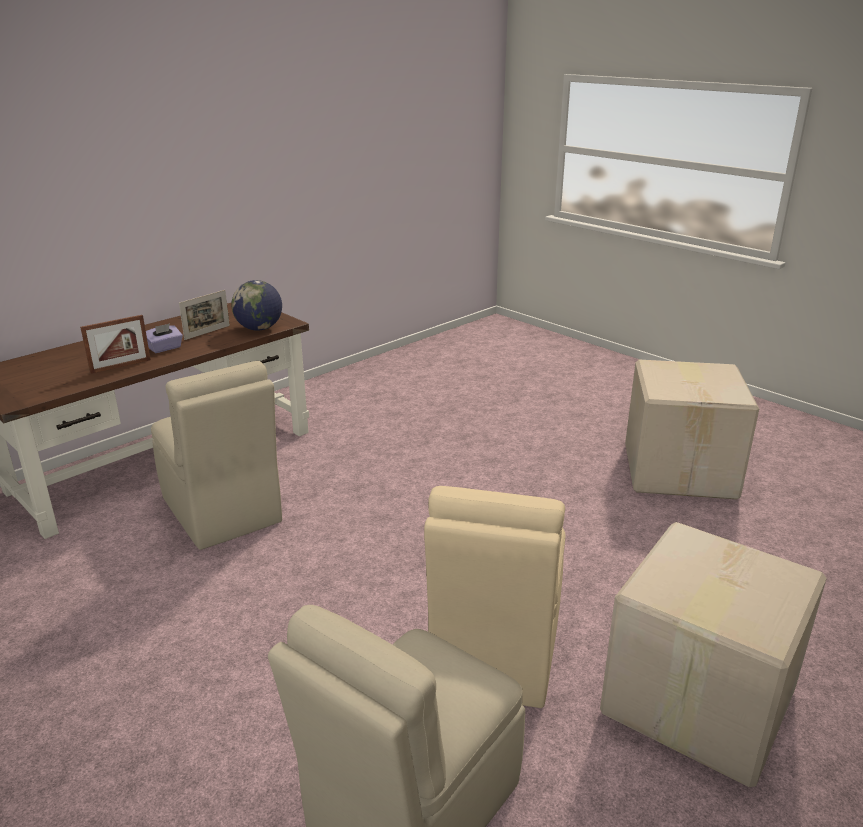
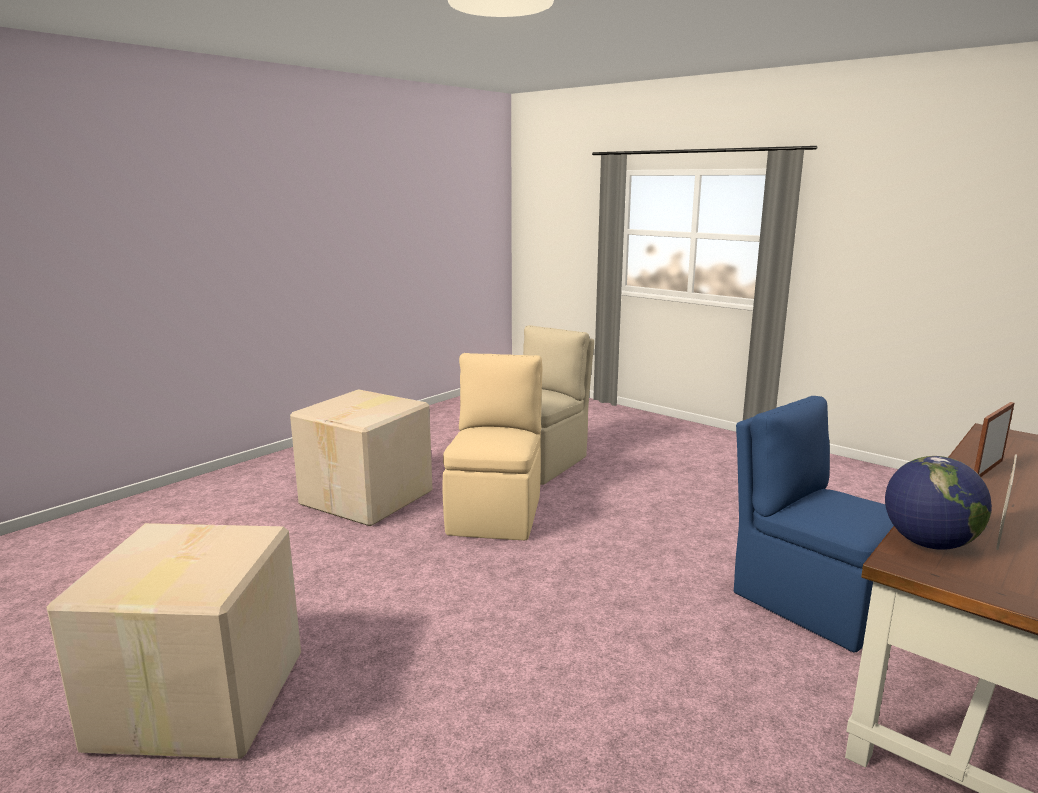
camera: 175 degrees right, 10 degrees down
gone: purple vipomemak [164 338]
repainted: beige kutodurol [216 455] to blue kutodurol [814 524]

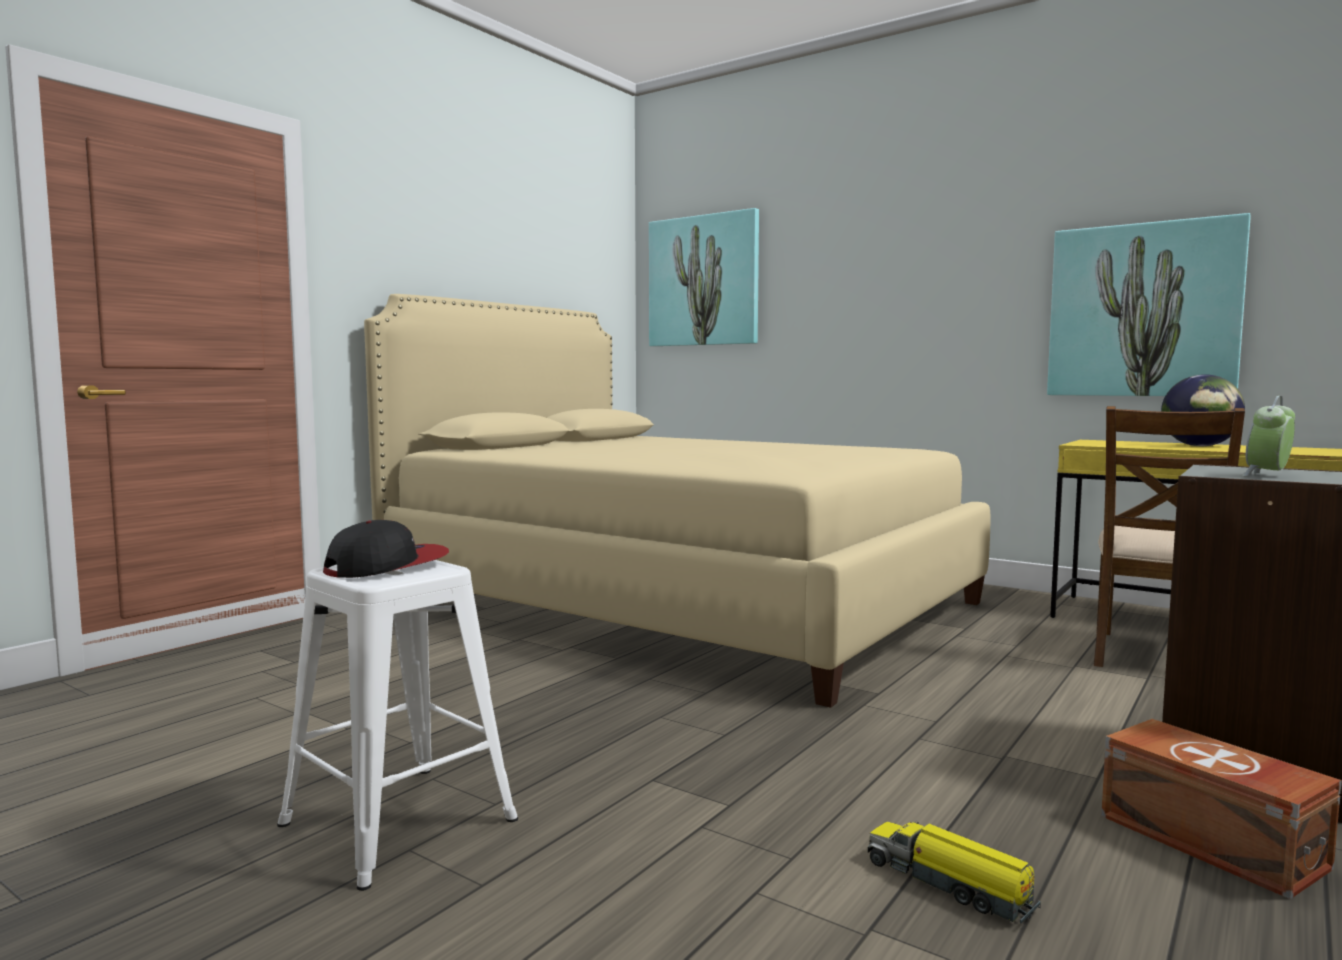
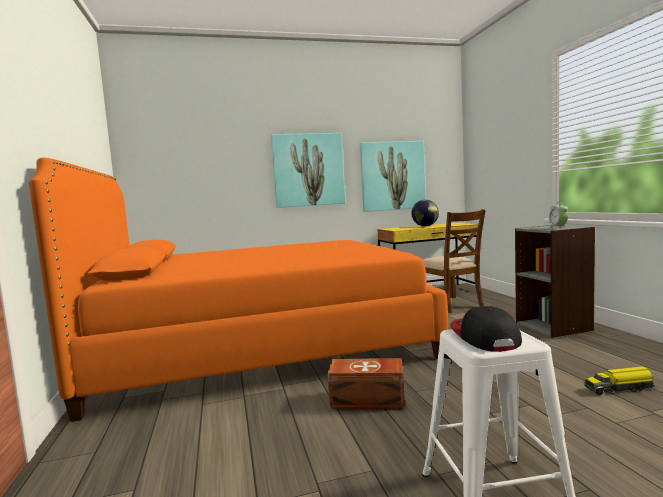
camera: 50 degrees left, 0 degrees up
shifted: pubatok [704 277] to [308 170]; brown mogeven [1221 809] to [366 383]
repainted: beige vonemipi [677 501] to orange vonemipi [238 290]

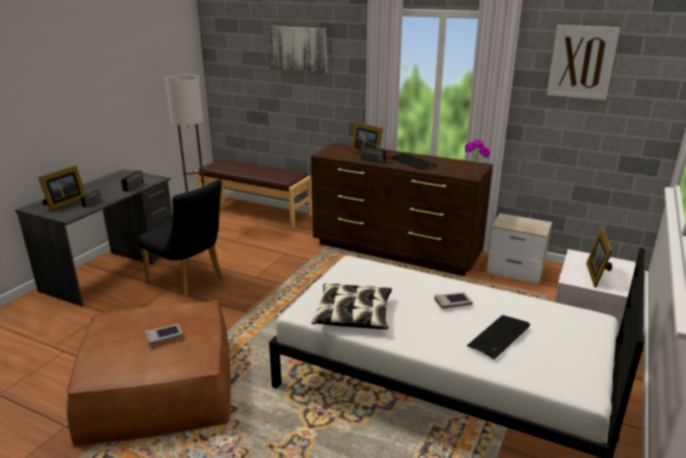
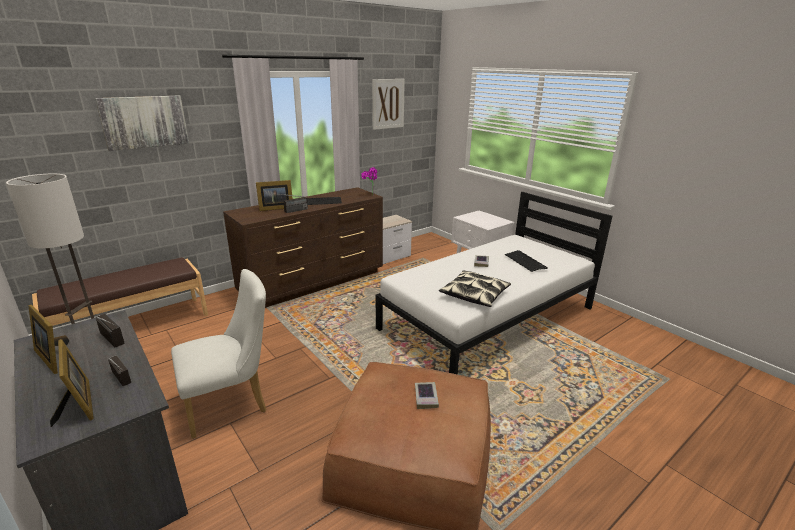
camera: 65 degrees left, 0 degrees up
shifted: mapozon [599 258] to [48 339]
repainted: black kutodurol [180 238] to white kutodurol [218 354]

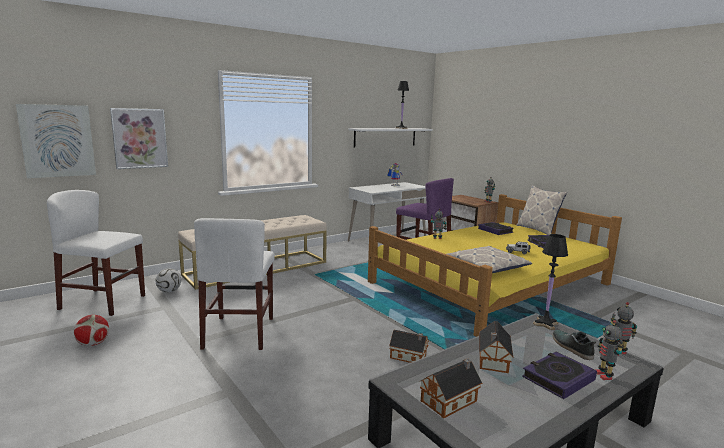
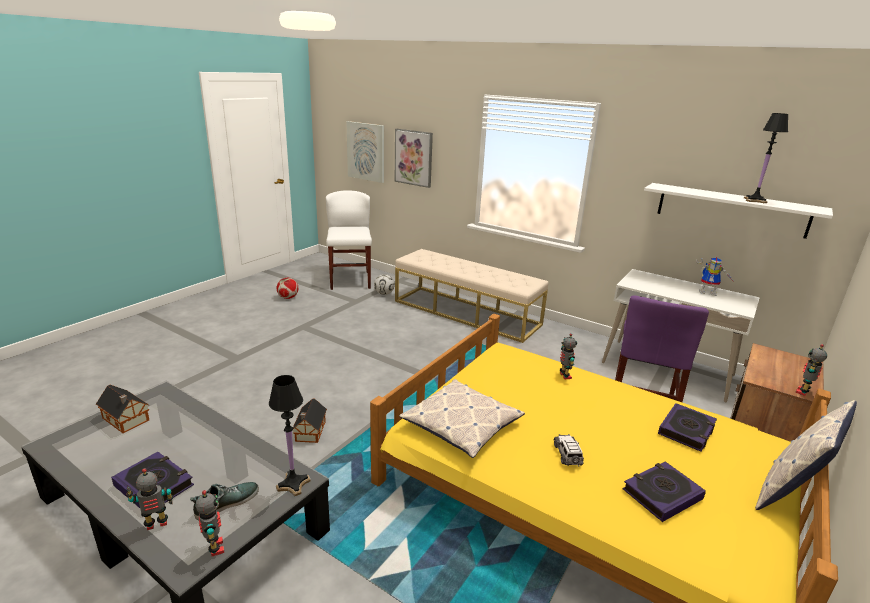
camera: 70 degrees right, 10 degrees up
gone: white kutodurol [234 284]; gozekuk [496 347]

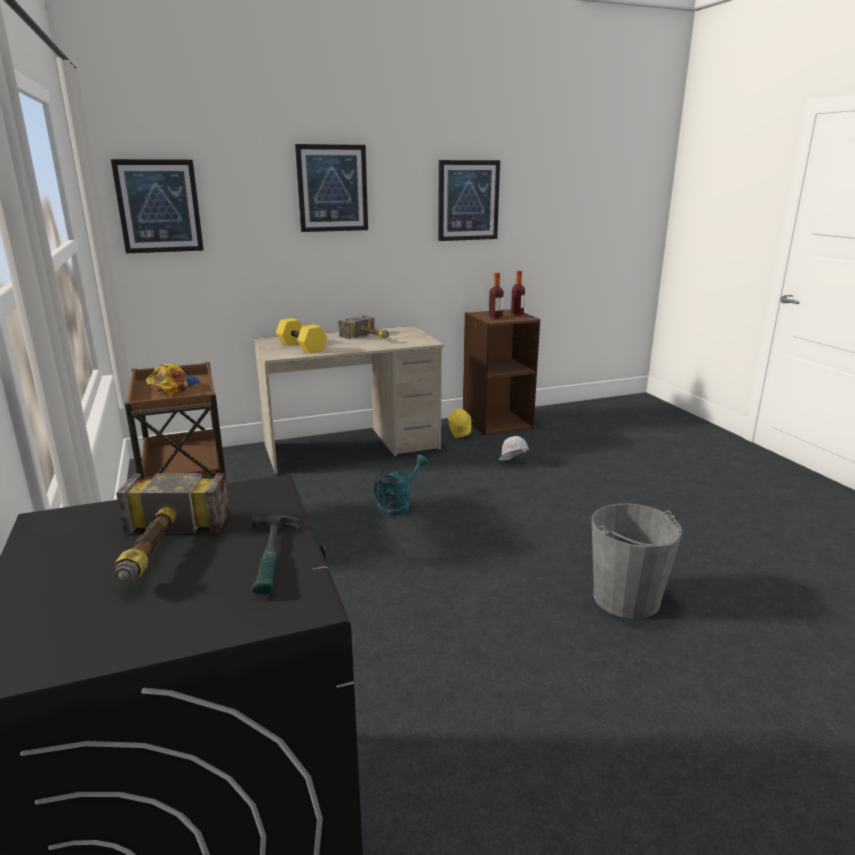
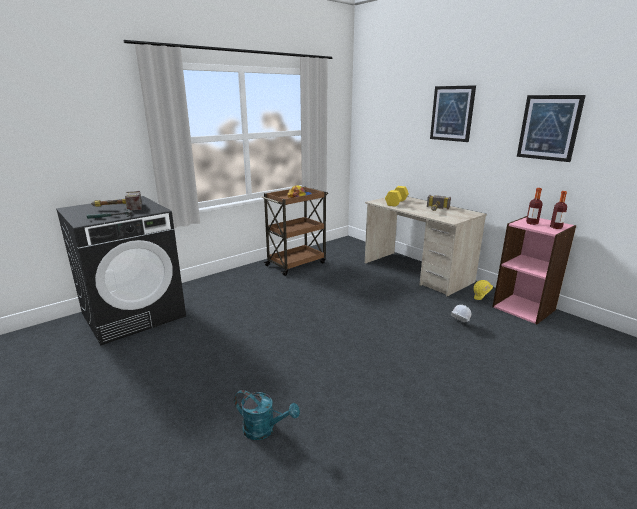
camera: 70 degrees right, 0 degrees up
gone: pubatok [157 206]; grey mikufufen [637 561]
shifted: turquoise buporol [401 485] to [267 415]
repainted: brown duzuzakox [501 372] to pink duzuzakox [534 270]

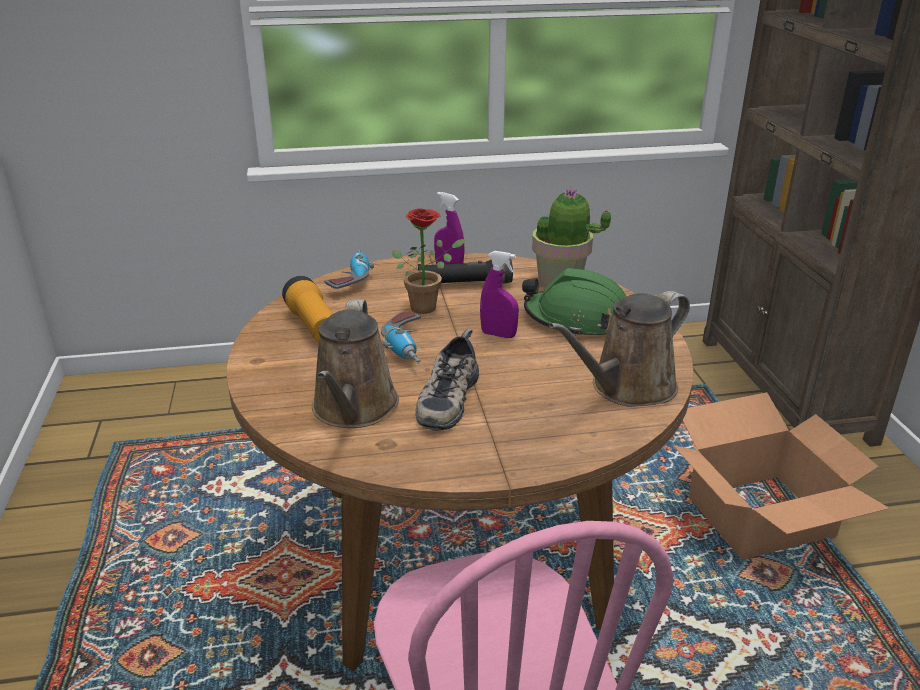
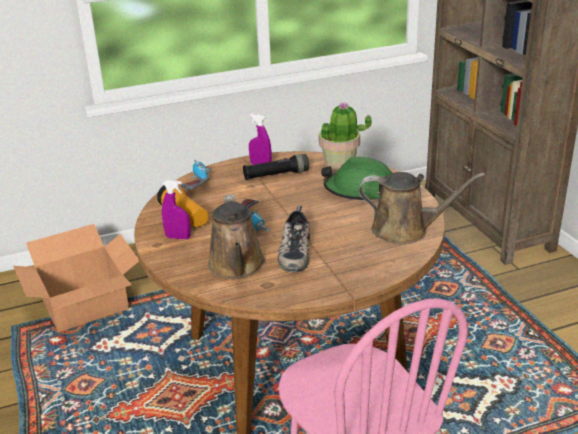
camera: 10 degrees left, 0 degrees up
gone: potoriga [429 261]
shifted: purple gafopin [499 294] to [176 209]; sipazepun [781 476] to [76 278]
rotated: brown buporol [619 349] = [421 208] 120 degrees counterclockwise

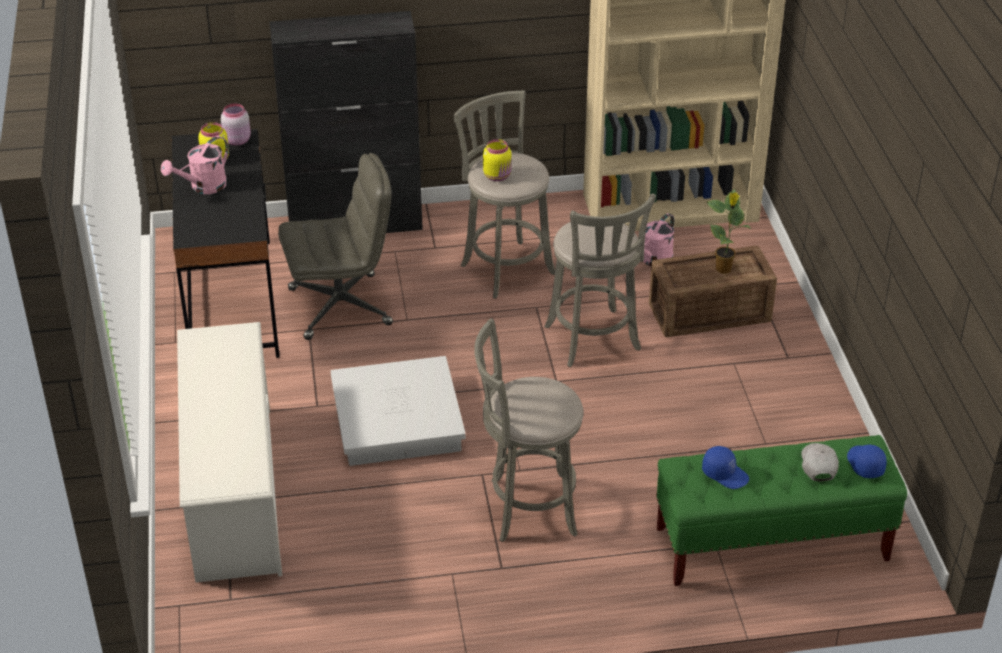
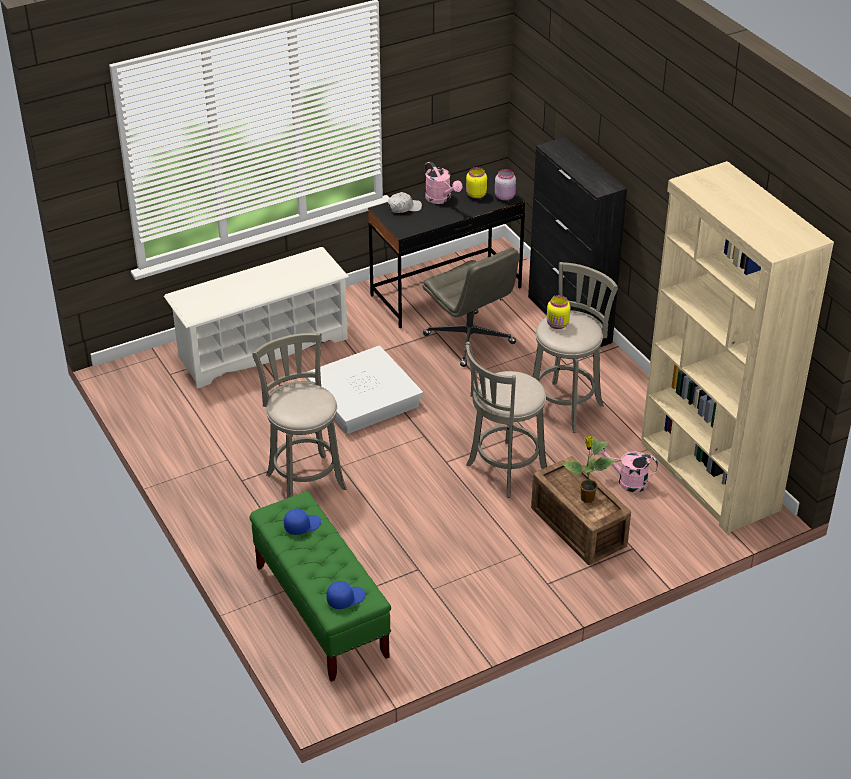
camera: 70 degrees right, 0 degrees up
shifted: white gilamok [820 462] to [404 202]
rotated: pink buporol [195 165] = [443 183] 150 degrees counterclockwise; blue gilamok [725 467] = [302 521] 135 degrees counterclockwise

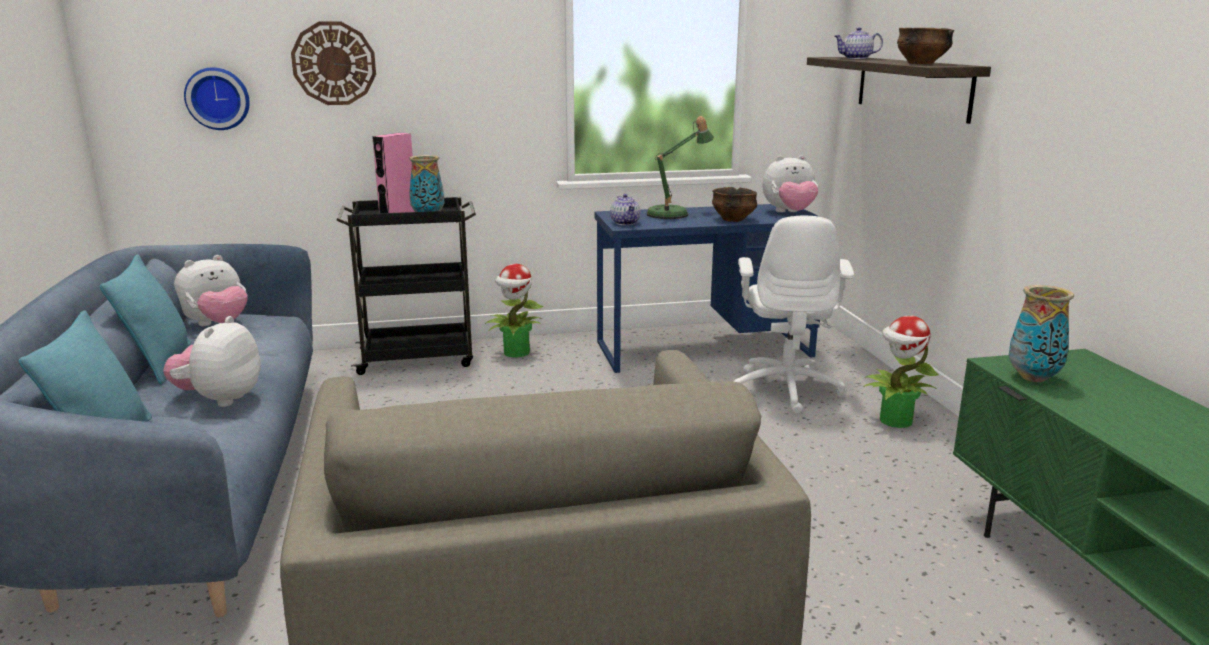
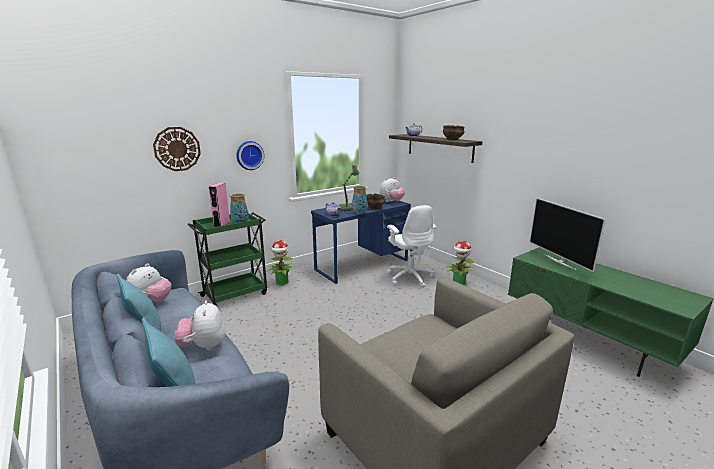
camera: 25 degrees left, 0 degrees up
new: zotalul [567 235]
shifted: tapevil [217 98] to [250 155]; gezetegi [1041 333] to [359 200]
repainted: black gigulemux [406 286] to green gigulemux [227 259]

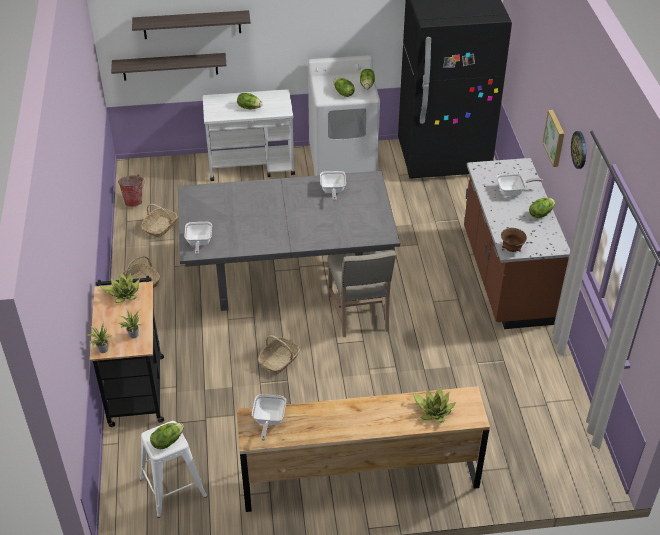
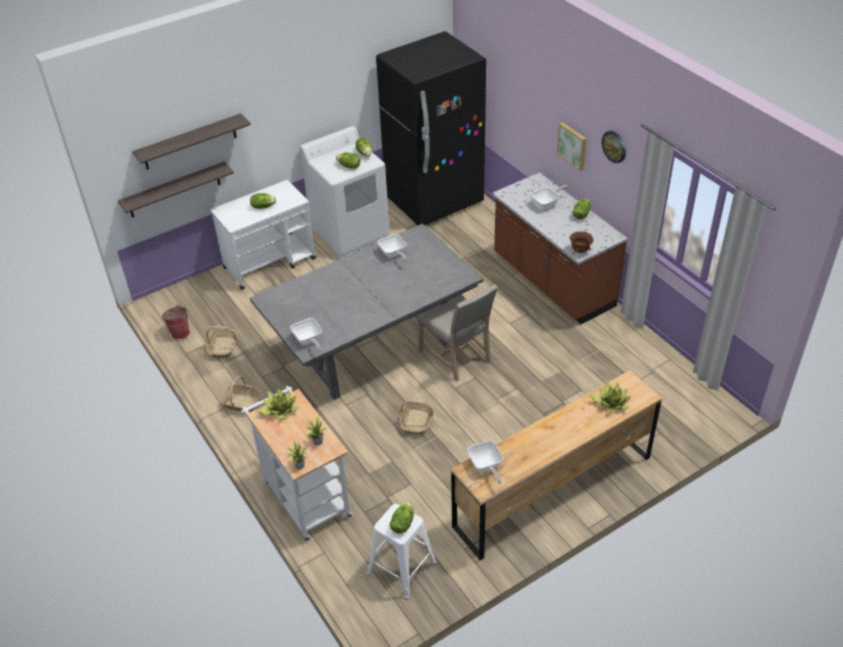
camera: 25 degrees left, 0 degrees up
repainted: black gigulemux [127 351] to white gigulemux [297 464]

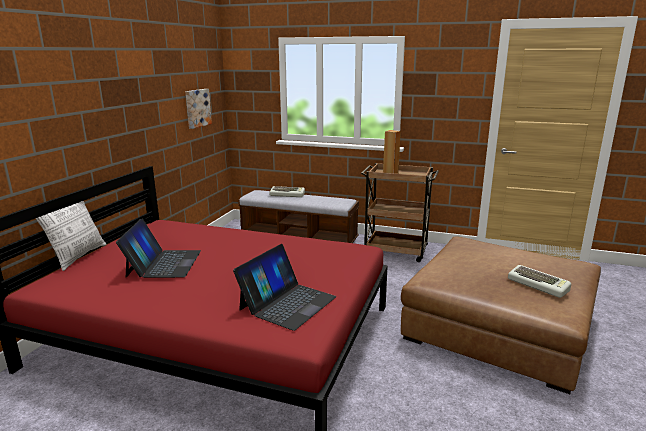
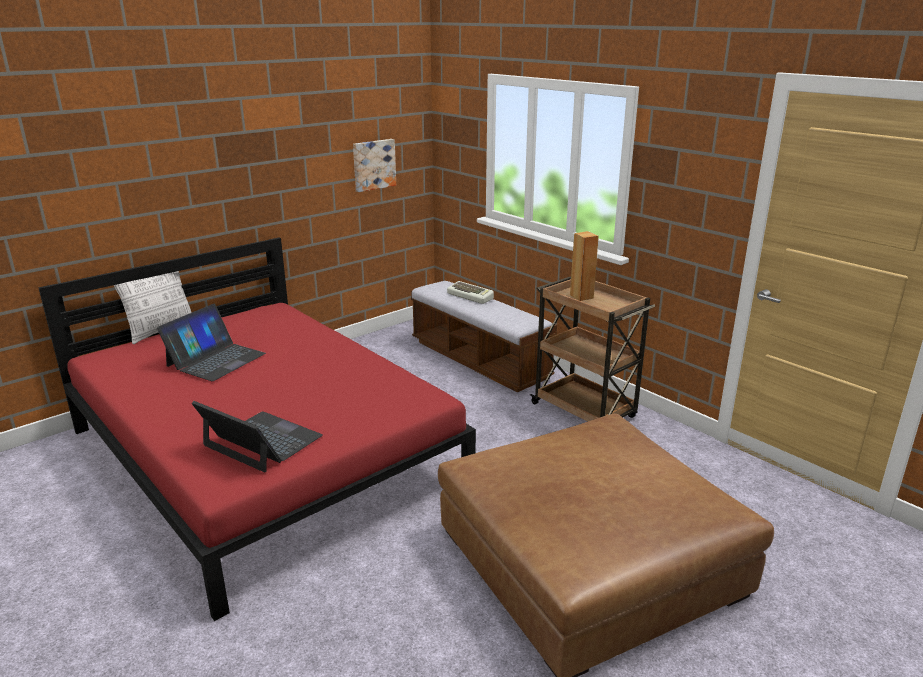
camera: 30 degrees right, 5 degrees up
gone: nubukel [539 281]
rotated: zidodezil [284 287] = [257 437] 120 degrees counterclockwise

